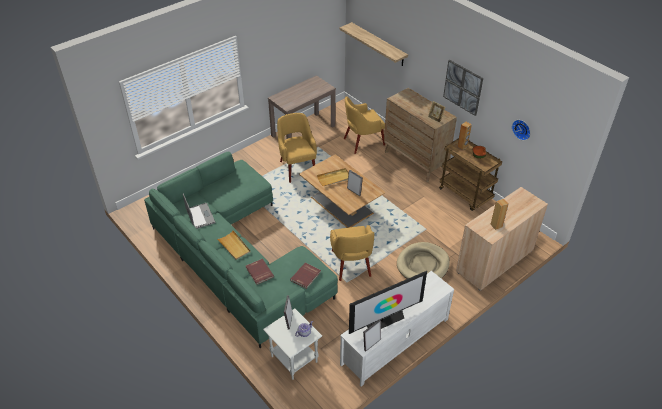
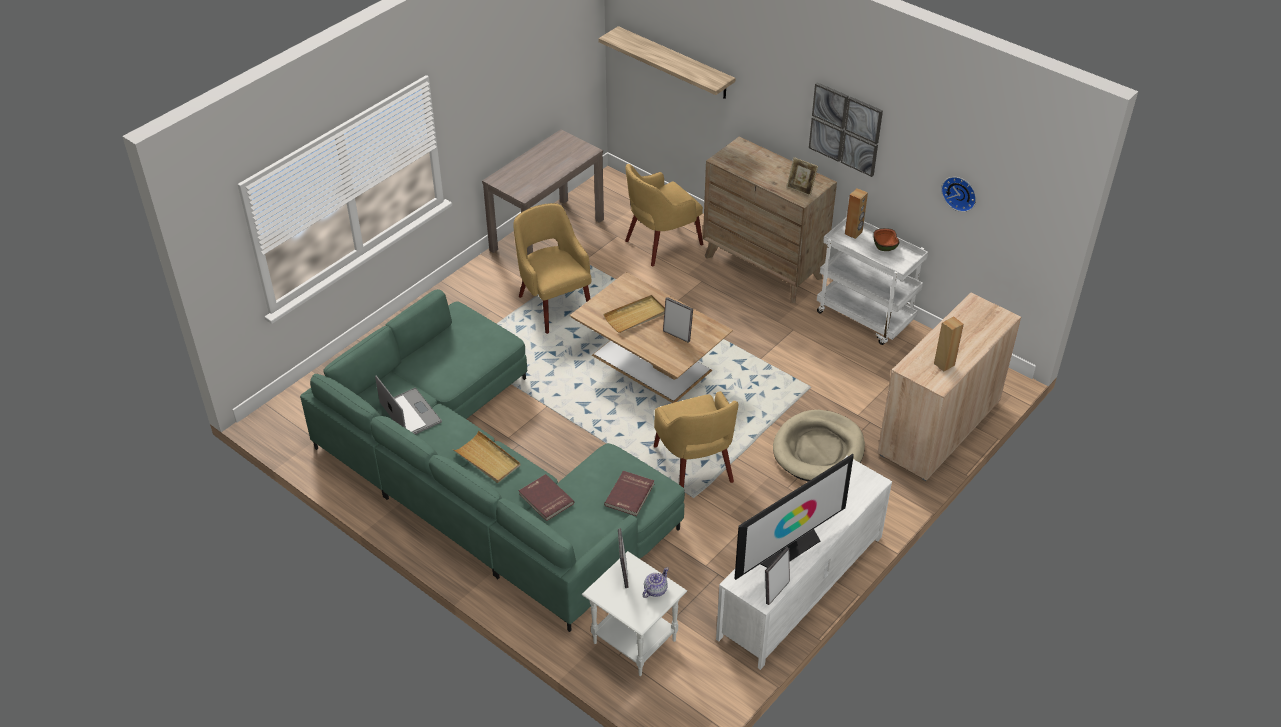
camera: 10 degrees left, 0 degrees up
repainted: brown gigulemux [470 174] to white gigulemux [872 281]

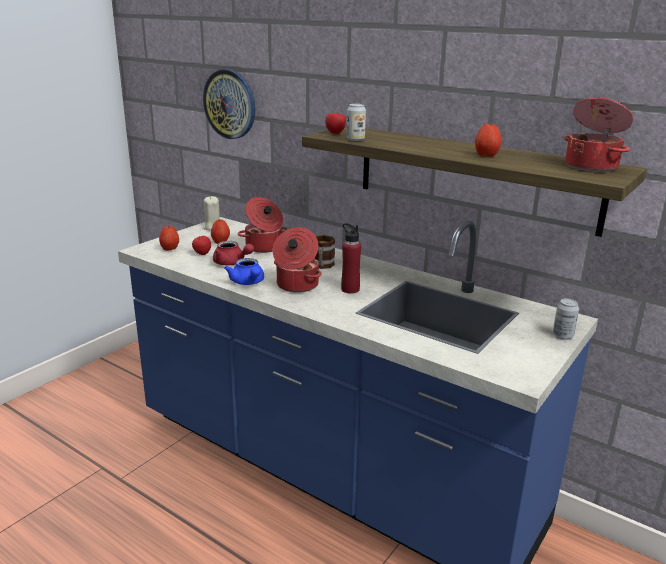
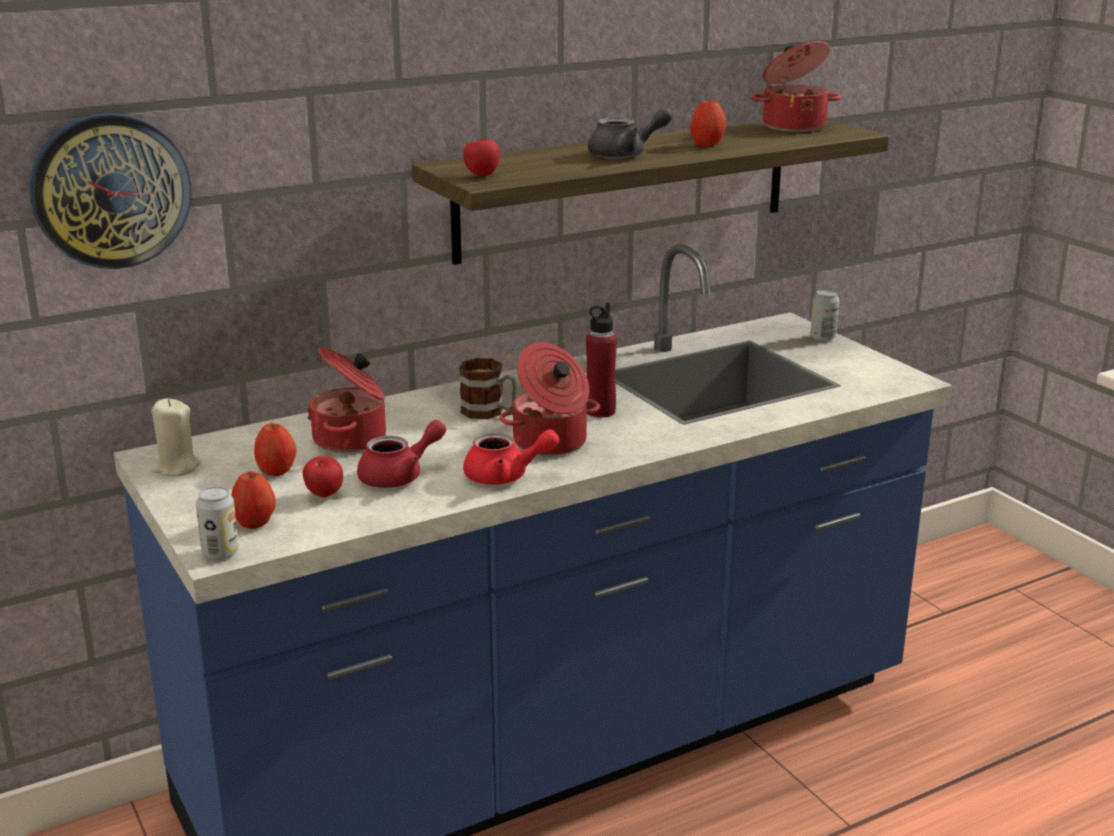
camera: 65 degrees left, 0 degrees up
new: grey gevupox [630 133]
shifted: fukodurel [356 122] to [217 523]
repainted: blue gevupox [244 271] to red gevupox [511 457]

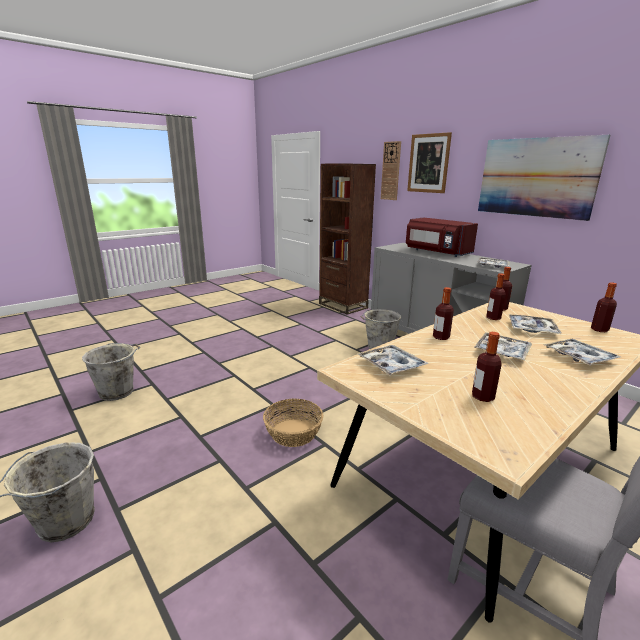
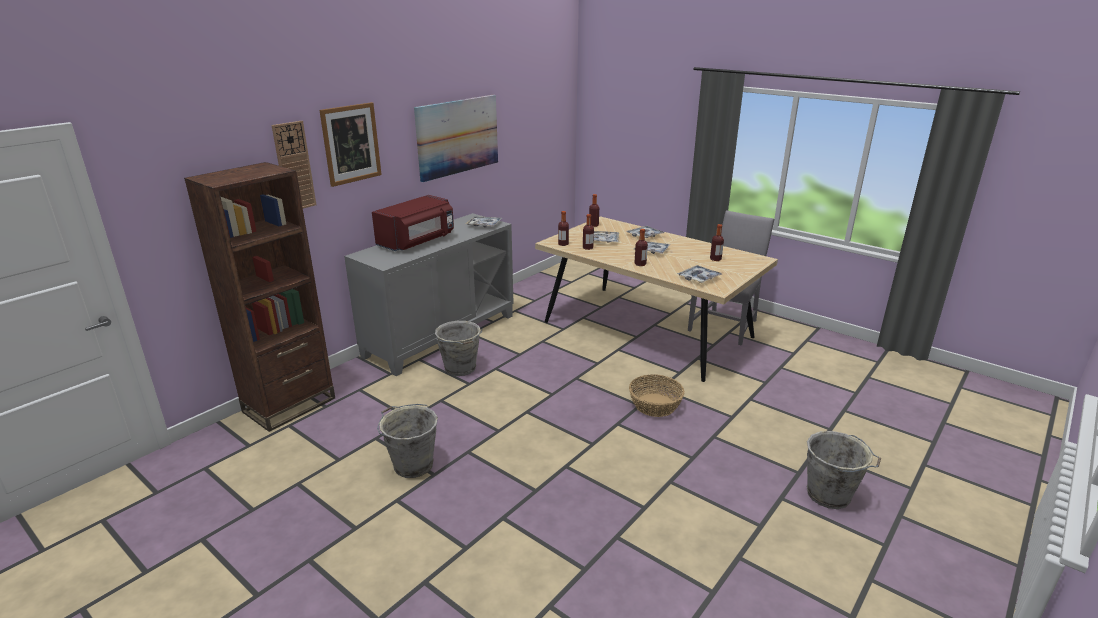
camera: 100 degrees left, 5 degrees up
shifted: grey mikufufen [111 372] to [407 441]

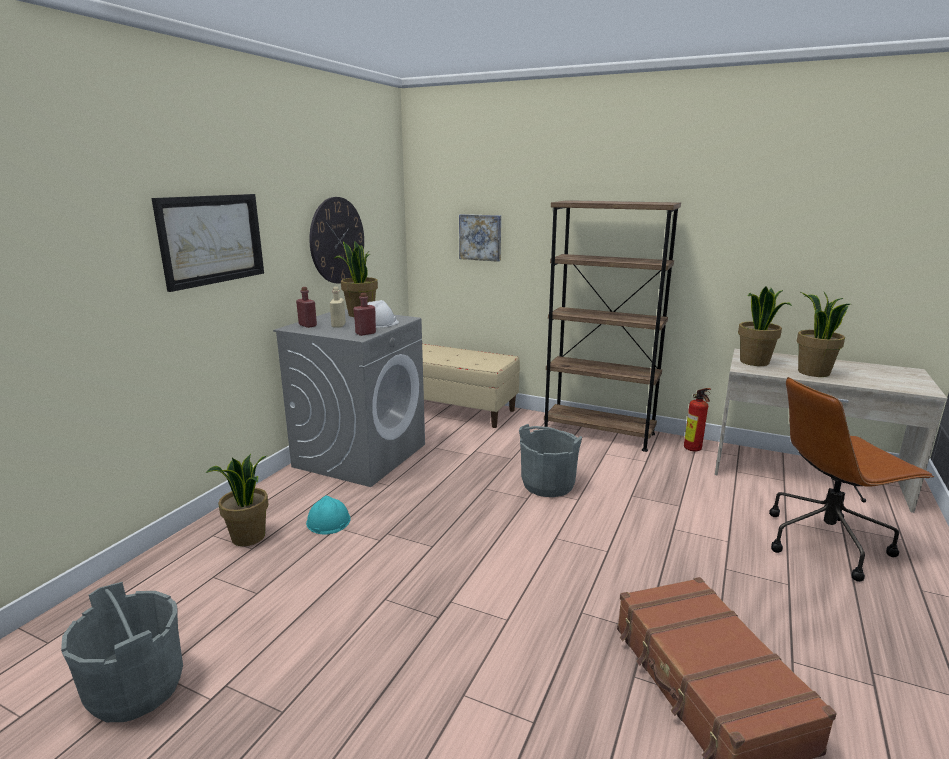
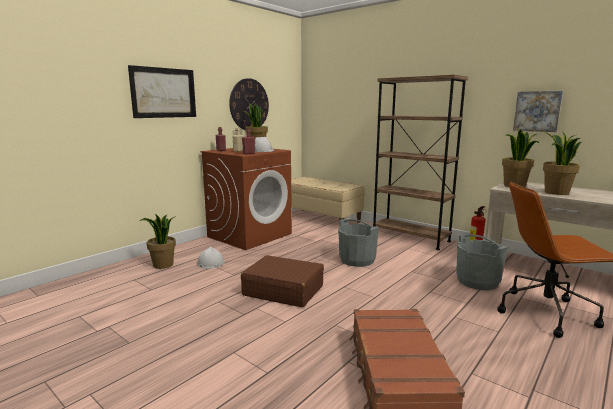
camera: 15 degrees right, 5 degrees down
new: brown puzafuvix [282 281]
shifted: grey mikufufen [122 652] to [482 262]; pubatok [480 238] to [538 111]
repainted: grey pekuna [349 398] to brown pekuna [246 199]; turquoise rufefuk [328 515] to white rufefuk [211 258]

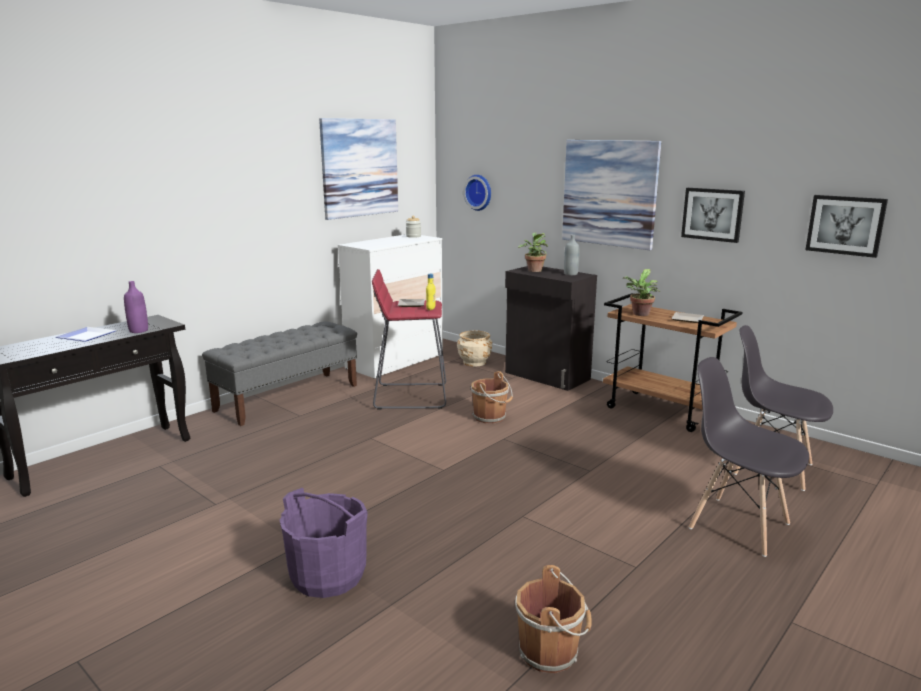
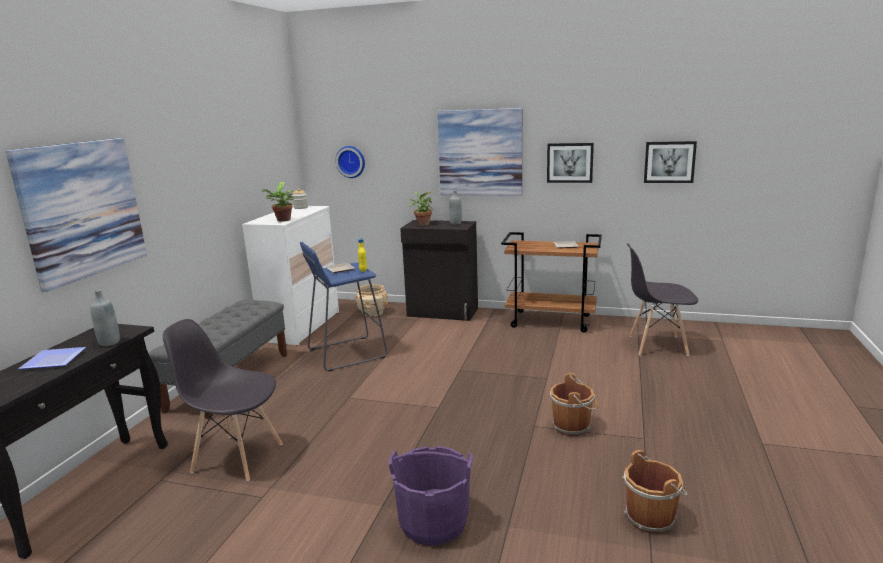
camera: 25 degrees left, 0 degrees up
shifted: pubatok [358 169] to [76 215]; brown mikufufen [492 397] to [574 404]; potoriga [641 292] to [278 202]; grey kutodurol [748 457] to [222 400]
repainted: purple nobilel [136 307] to grey nobilel [105 318]; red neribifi [409 339] to blue neribifi [343 307]

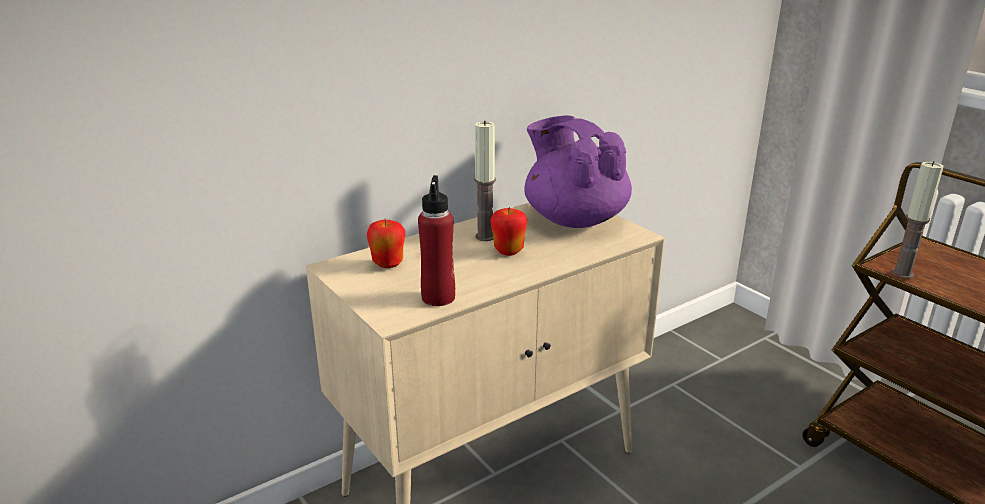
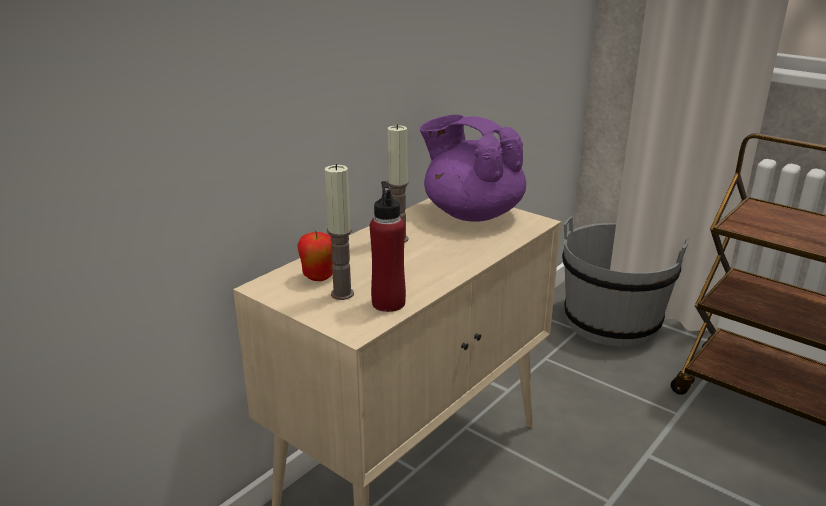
camera: 15 degrees left, 0 degrees up
gone: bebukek [508 231]
new: grey mikufufen [625 282]
shifted: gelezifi [918 220] to [339 232]

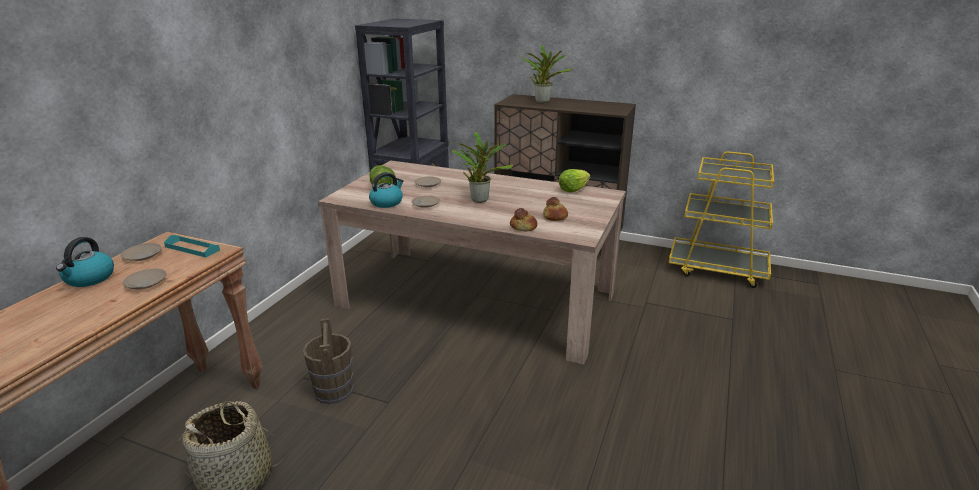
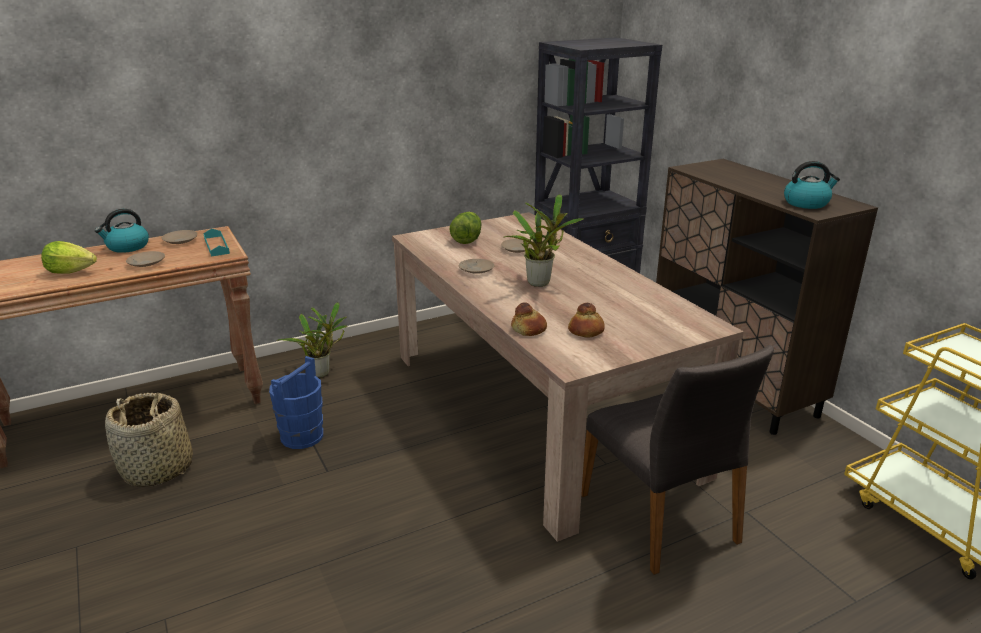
camera: 40 degrees right, 0 degrees up
new: grey kutodurol [677 460]
shifted: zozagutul [386 190] to [812 185]; potoriga [546 74] to [312 340]; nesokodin [574 180] to [69 257]
repainted: brown mikufufen [328 361] to blue mikufufen [296 402]

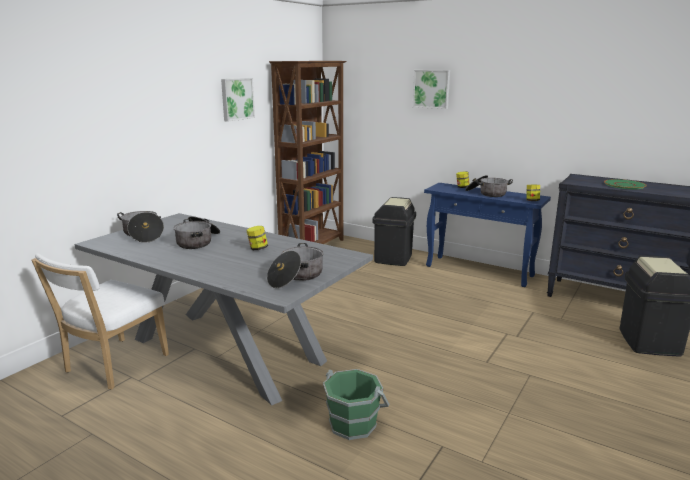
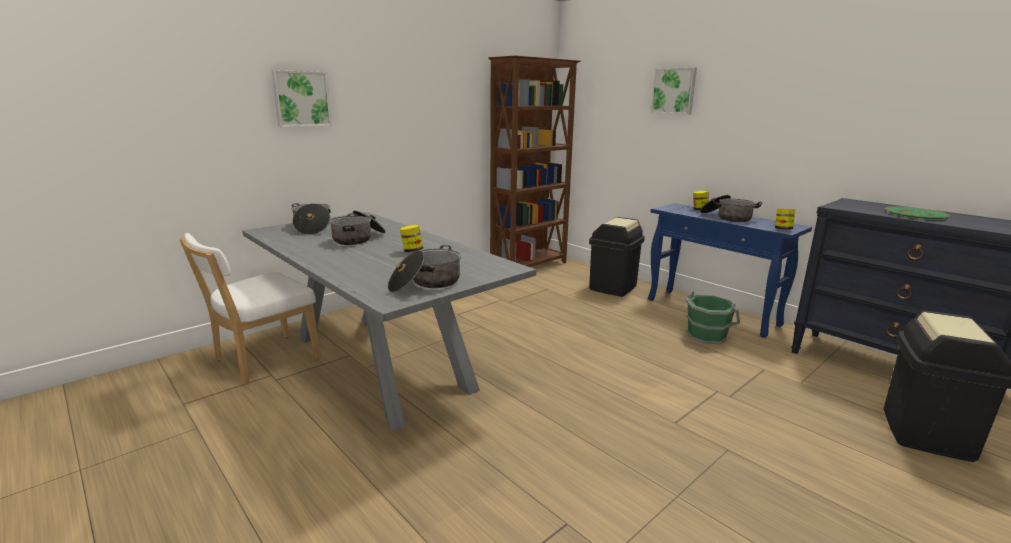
camera: 15 degrees right, 0 degrees up
shifted: pubatok [238 100] to [301 98]; green mikufufen [356 404] to [713 317]

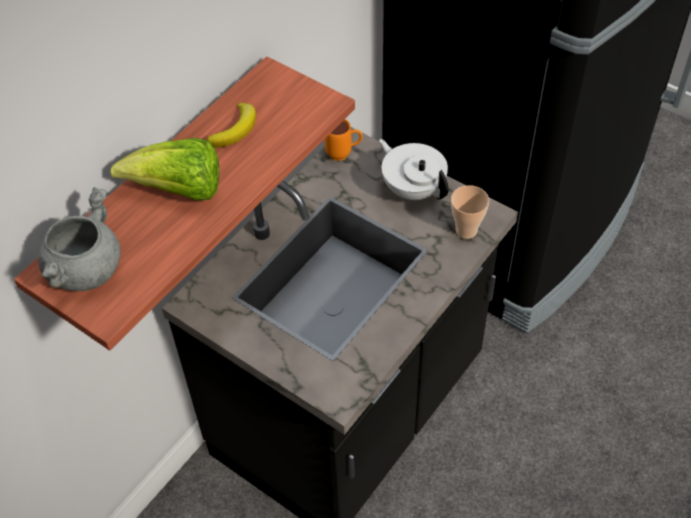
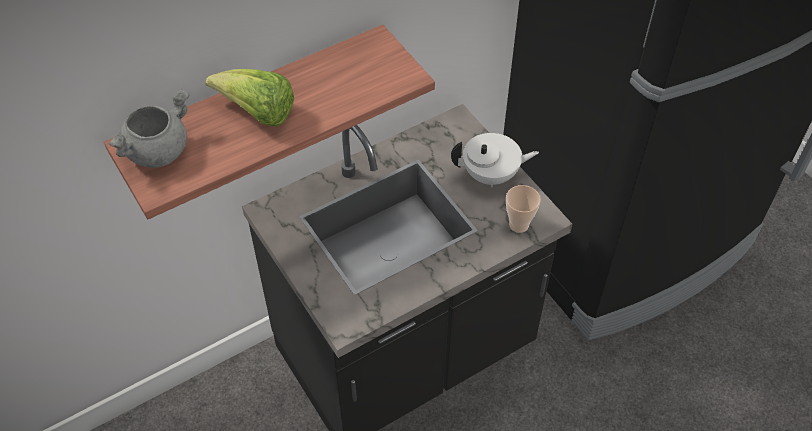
camera: 20 degrees right, 0 degrees up
gone: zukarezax [231 125]; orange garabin [344 140]
rotated: white gevupox [414 169] = [495 160] 105 degrees clockwise

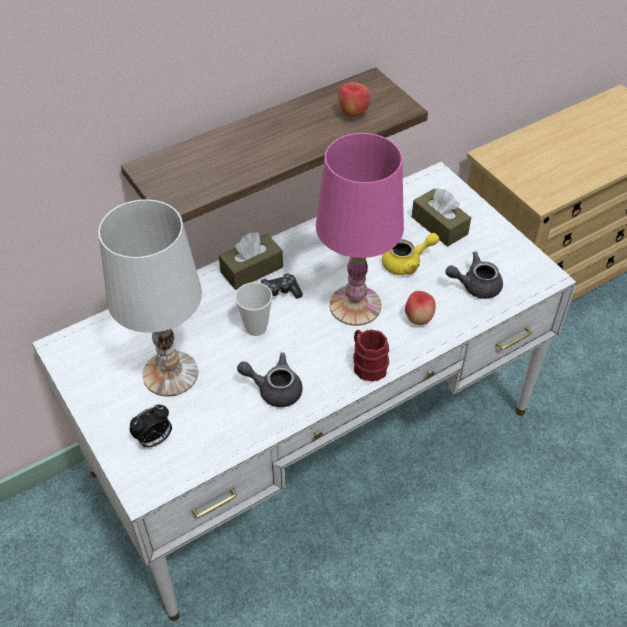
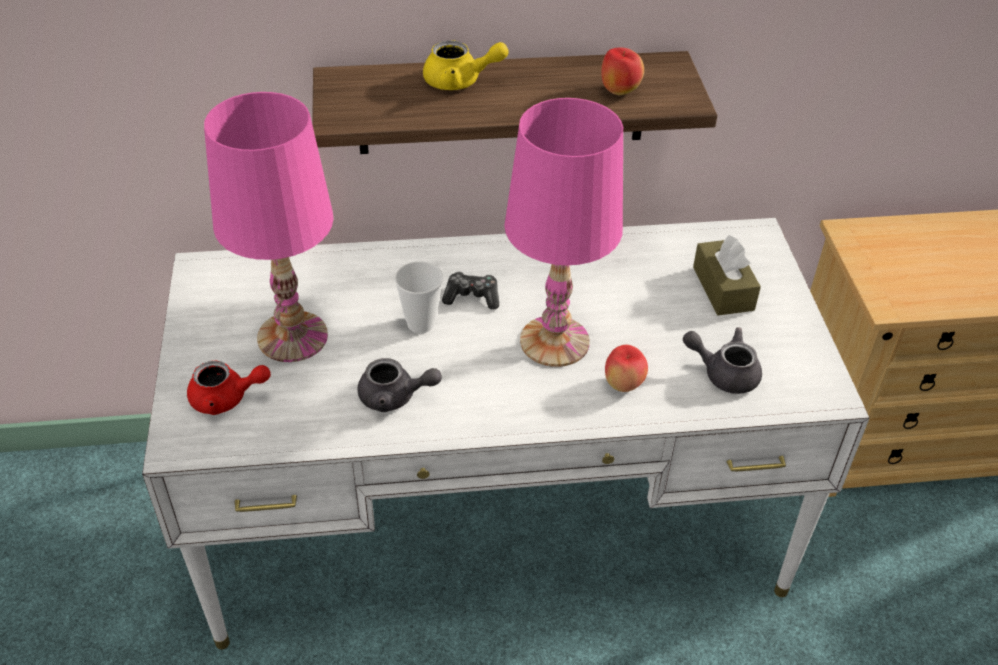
camera: 25 degrees right, 5 degrees down
gone: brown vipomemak [251 261]; red garabin [371 356]
shifted: yellow gevupox [410 254] to [466 65]
swapped: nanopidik [151 426] to red gevupox [229 388]
repainted: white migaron [150 298] to pink migaron [268 227]
rotated: grey gevupox [270 380] = [399 385] 150 degrees clockwise

